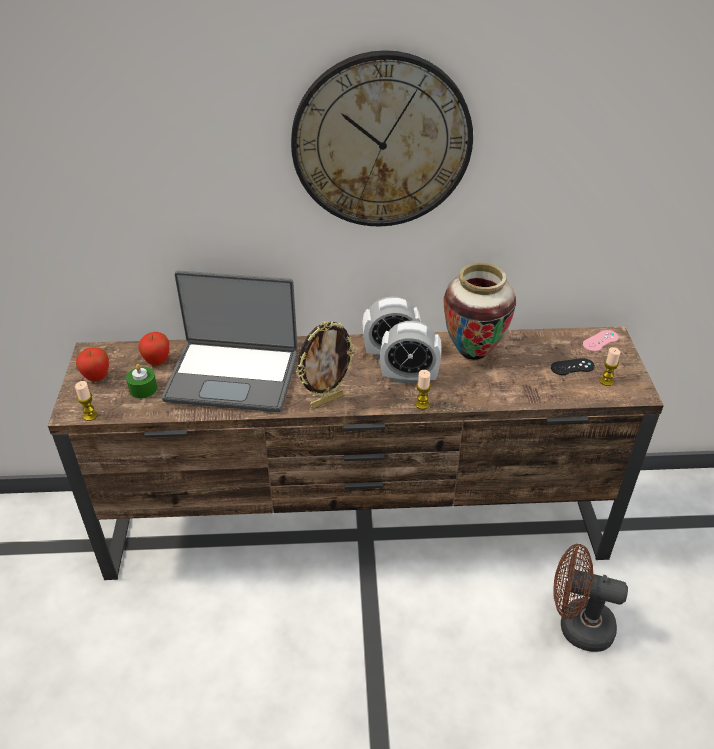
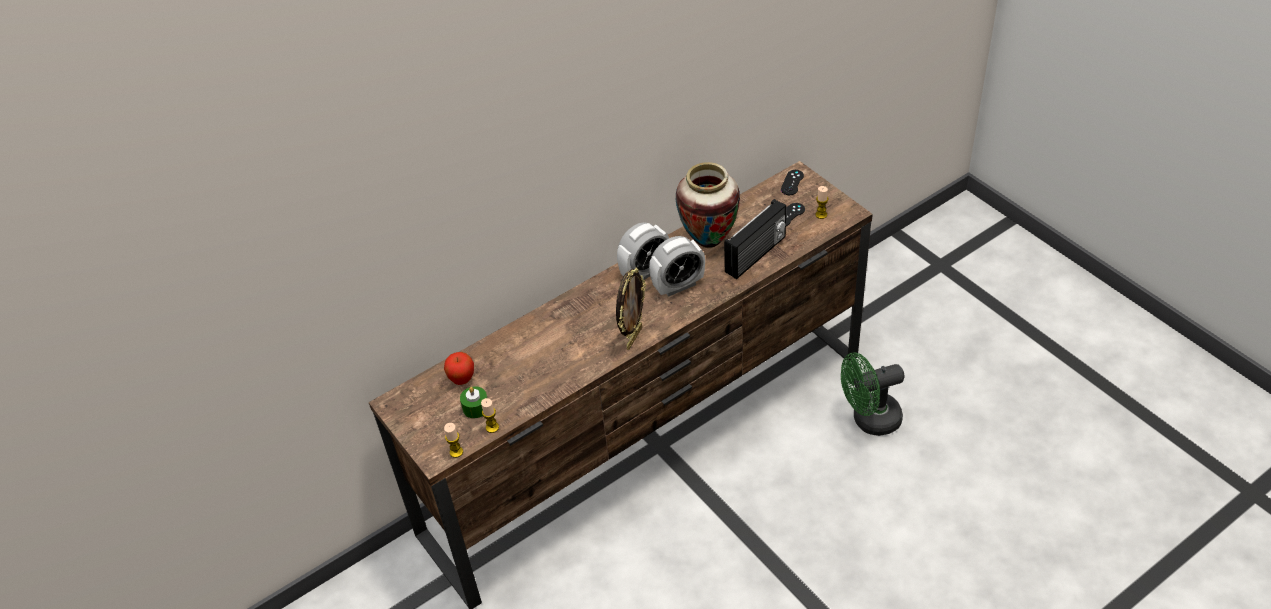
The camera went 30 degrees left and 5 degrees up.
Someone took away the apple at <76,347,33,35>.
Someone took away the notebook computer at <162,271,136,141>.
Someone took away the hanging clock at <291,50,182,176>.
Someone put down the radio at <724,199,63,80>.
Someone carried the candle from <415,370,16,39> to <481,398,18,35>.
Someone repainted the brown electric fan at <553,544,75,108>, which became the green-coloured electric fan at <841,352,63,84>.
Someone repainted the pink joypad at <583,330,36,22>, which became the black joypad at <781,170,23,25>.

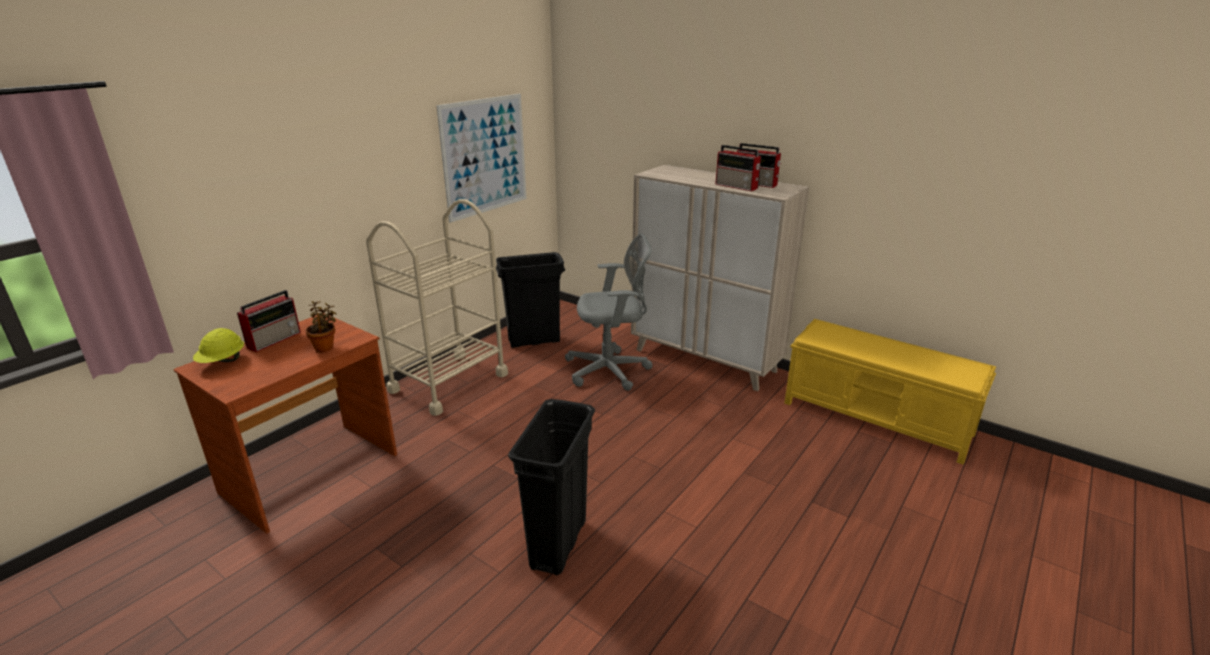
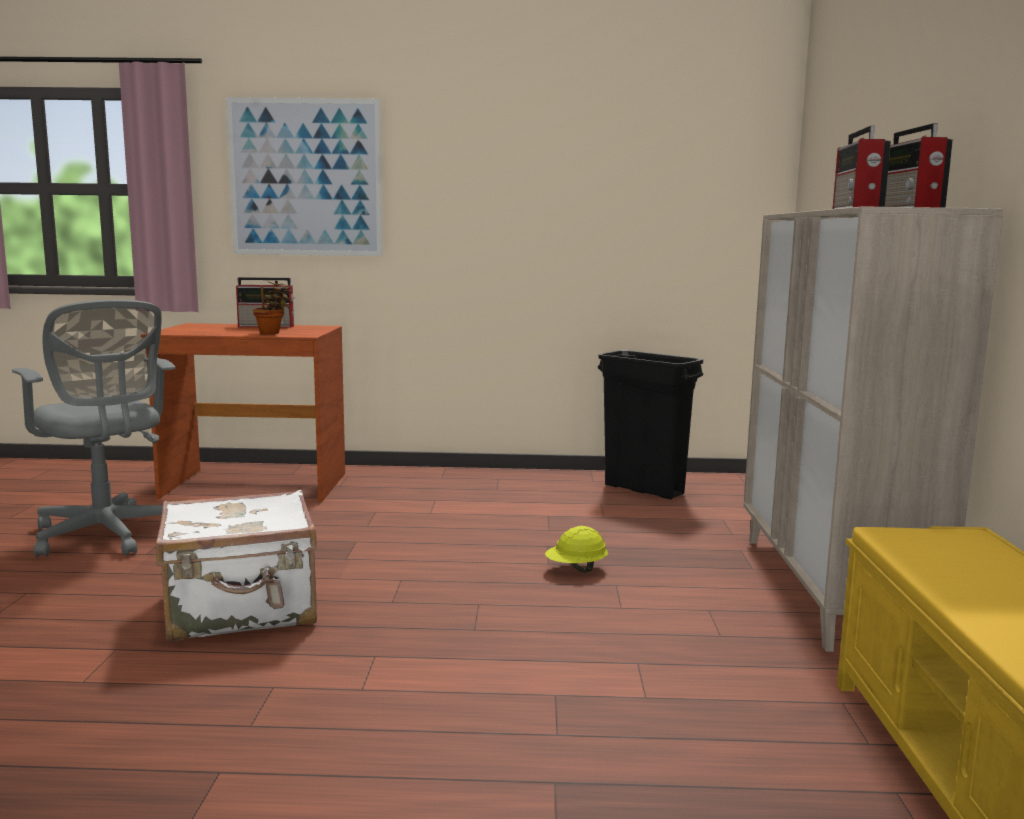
The camera went 55 degrees right and 15 degrees down.
Someone took away the sand-coloured trolley at <366,199,142,217>.
Someone carried the yellow-coloured work helmet from <193,328,51,35> to <545,526,63,46>.
Someone carried the wall picture from <436,94,90,129> to <226,97,156,159>.
Someone carried the grey computer chair from <565,233,88,158> to <12,300,163,257>.
Someone swapped the black trash can at <508,399,87,176> for the white travel case at <156,490,161,151>.

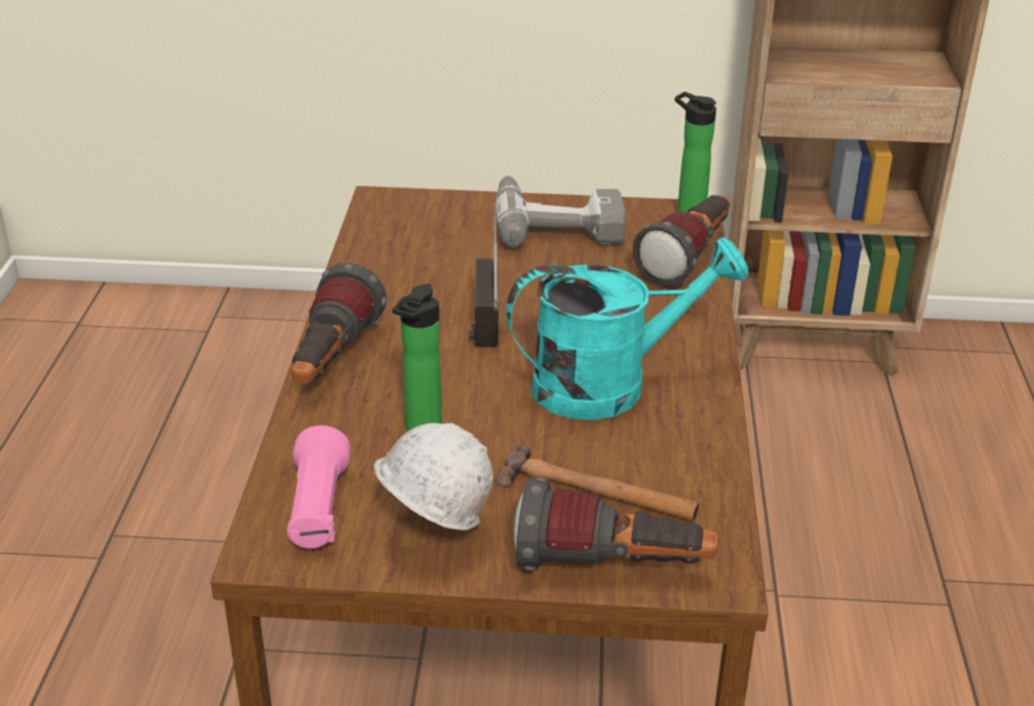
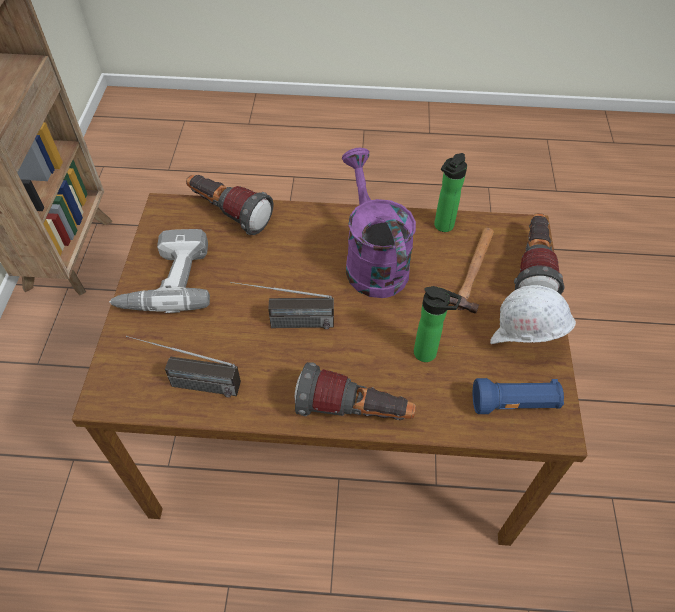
The camera went 90 degrees left and 20 degrees up.
Someone put down the radio at <126,335,115,63>.
Someone carried the drink bottle from <675,92,41,120> to <434,153,33,79>.
Someone repainted the pink flashlight at <287,425,64,124>, which became the blue flashlight at <473,378,91,36>.
Someone repainted the turquoise watering pot at <506,237,243,183>, which became the purplish watering pot at <342,148,74,150>.

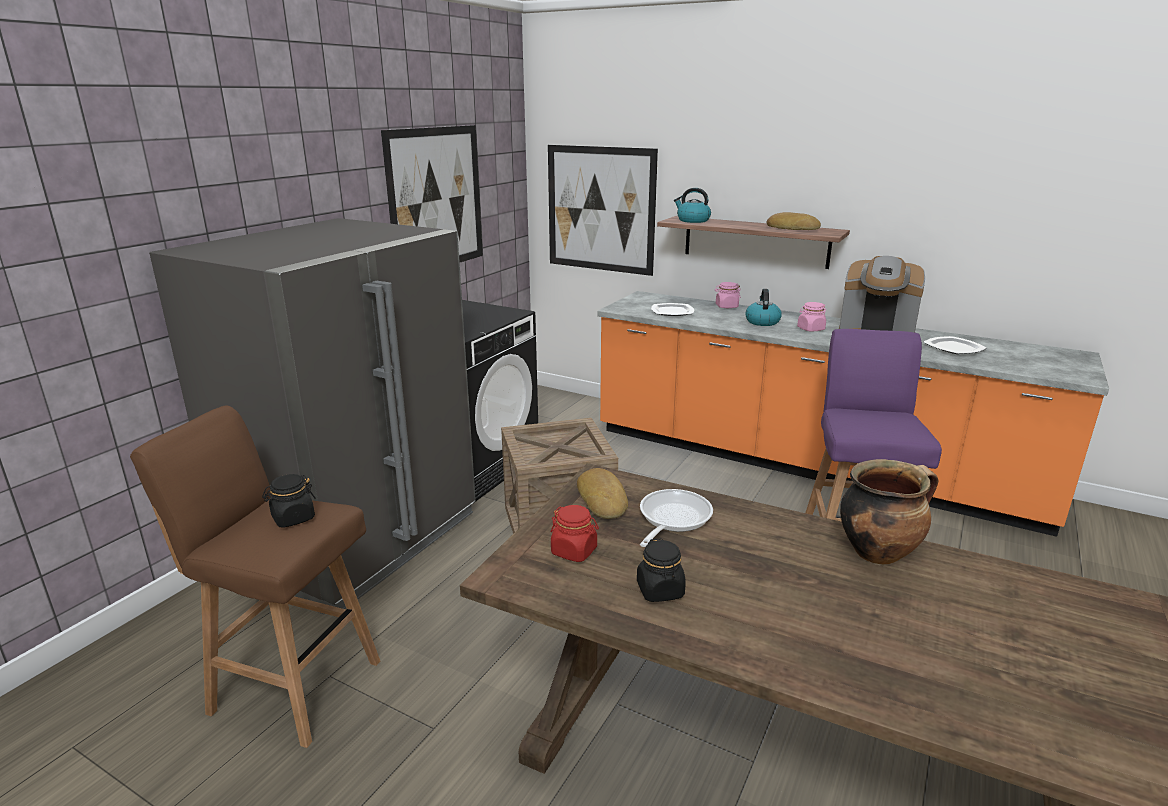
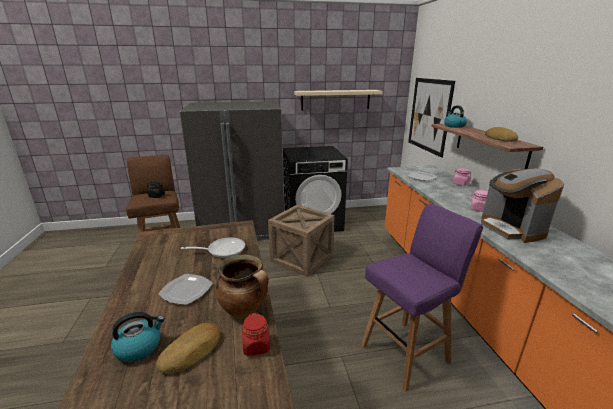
The camera went 50 degrees right and 0 degrees up.
Someone took away the black preserve jar at <637,538,49,64>.
Someone carried the red preserve jar from <551,505,48,57> to <242,313,28,43>.
Someone carried the baked bread from <577,468,51,51> to <156,323,65,51>.
Someone carried the kettle from <745,289,37,37> to <111,312,54,50>.
Someone carried the plate from <924,336,63,18> to <158,274,55,31>.
Someone swapped the wall picture at <381,125,102,137> for the sand-coloured bracket shelf at <294,90,89,20>.

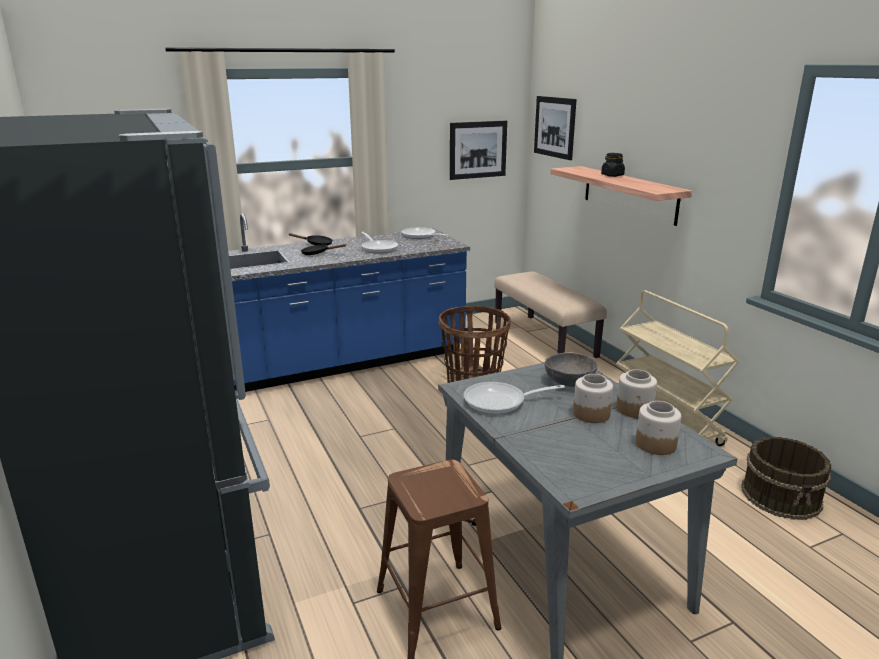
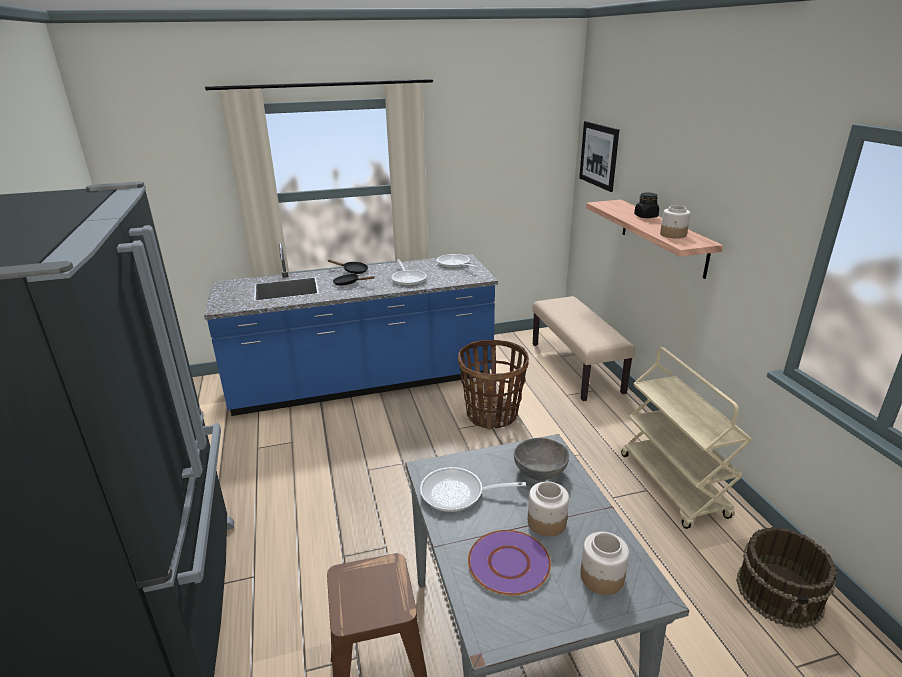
The camera went 10 degrees right and 5 degrees up.
Someone took away the wall picture at <450,121,57,59>.
Someone put down the purplish plate at <468,530,83,66>.
Someone carried the preserve jar from <616,369,41,49> to <660,206,30,33>.

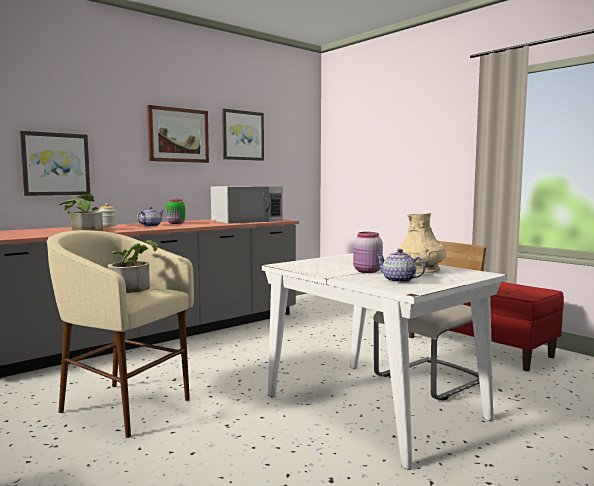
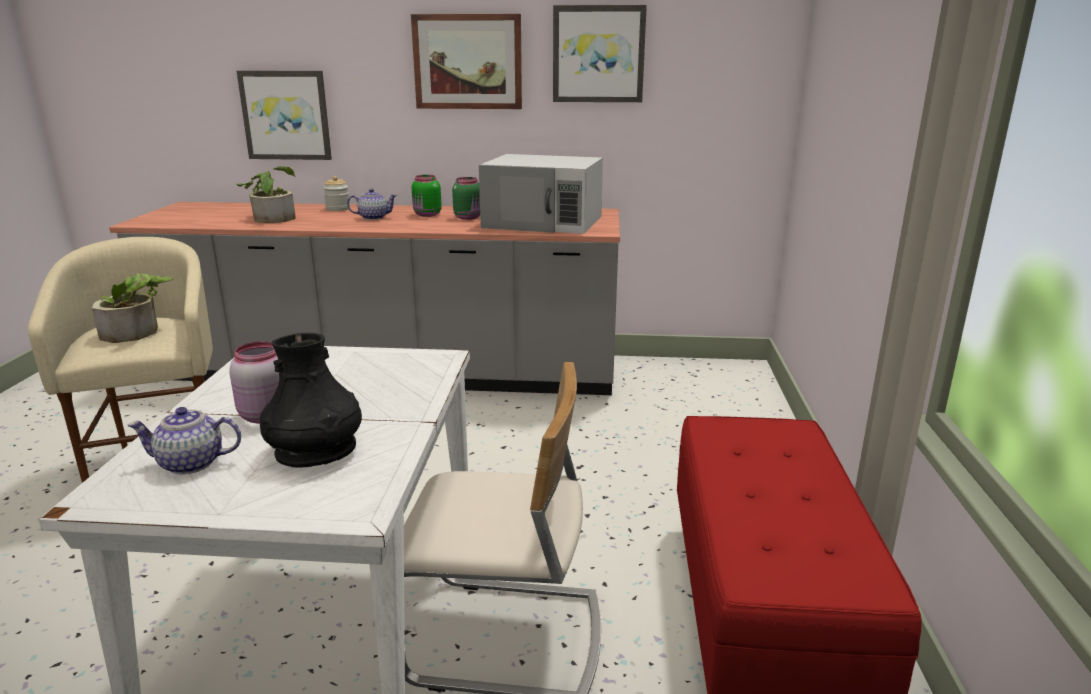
The camera went 45 degrees right and 15 degrees up.
Someone put down the green-coloured preserve jar at <452,177,28,43>.
Someone repainted the sand-coloured decorative vase at <397,213,49,61>, which became the black decorative vase at <260,333,102,135>.
Someone rotated the pot for tea at <376,249,49,34> by 90 degrees counterclockwise.

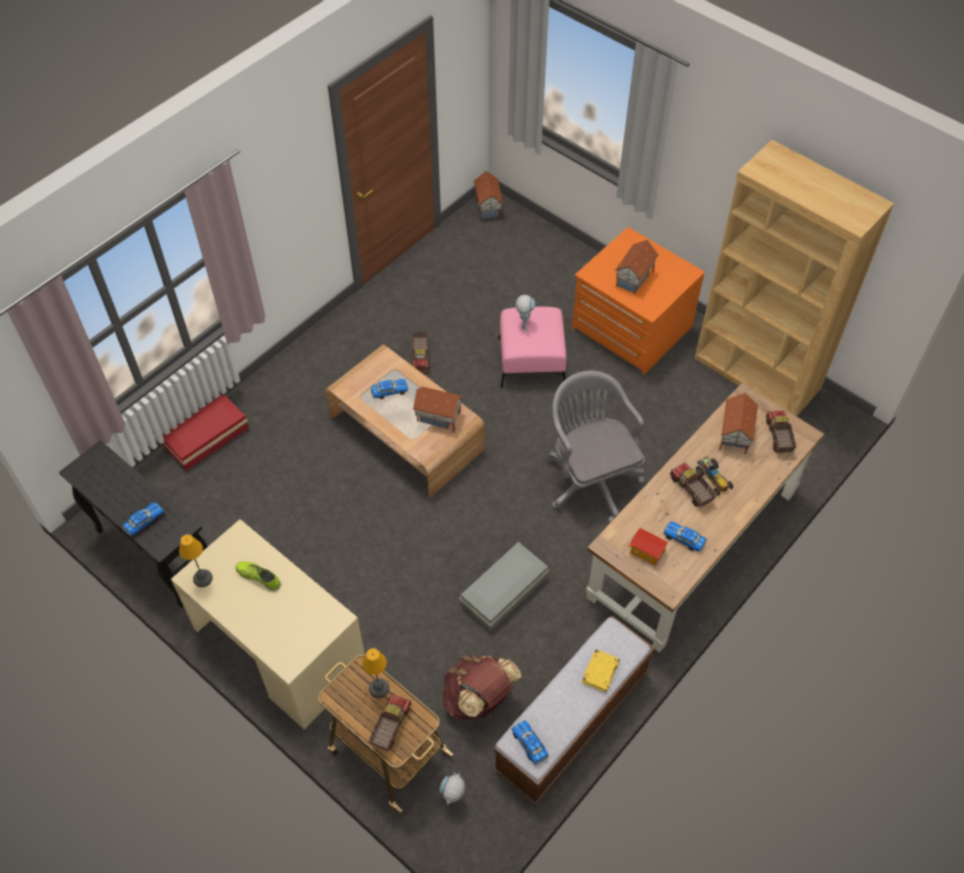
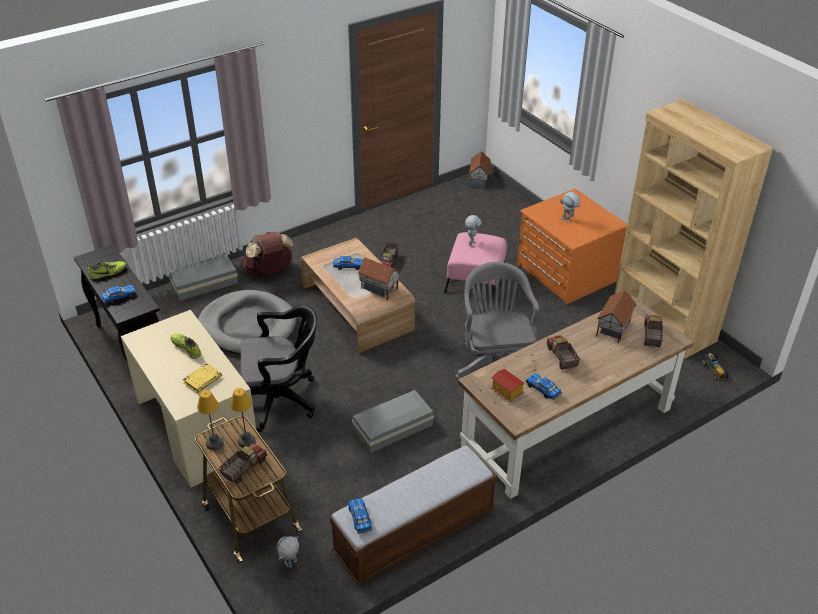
The camera went 15 degrees right and 15 degrees down.
Someone put down the item of footwear at <88,261,38,19>.
Someone put down the grey dog bed at <198,290,99,64>.
Someone put down the black computer chair at <241,305,76,127>.
Someone carried the tabletop lamp from <179,534,34,53> to <197,390,27,60>.
Someone carried the brown knapsack from <443,654,79,66> to <242,231,52,46>.
Someone carried the yellow-coloured bound book from <582,649,38,43> to <183,363,39,30>.
Someone carried the toy car from <696,456,37,40> to <702,353,27,27>.
Someone swapped the miniature house at <615,240,43,55> for the robot figure at <560,192,20,30>.
Someone repainted the red storage bin at <162,394,87,77>, which became the grey storage bin at <169,254,69,47>.

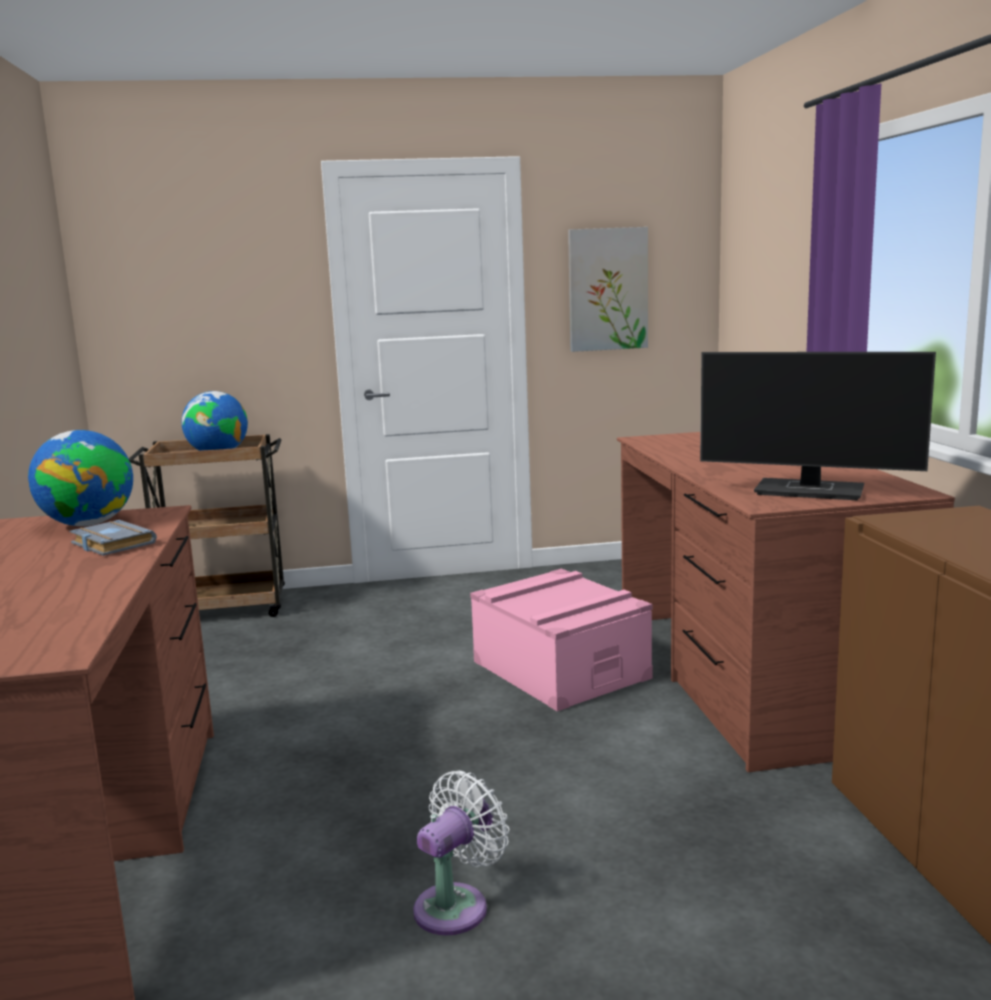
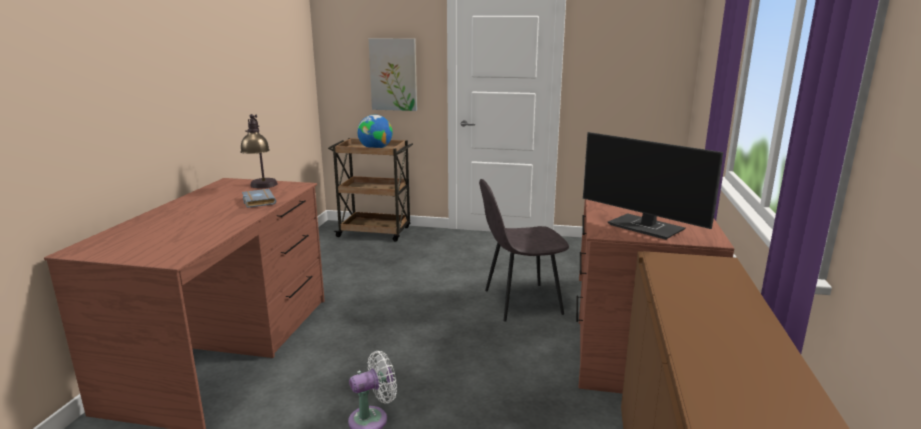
The camera went 20 degrees right and 5 degrees up.
Someone carried the wall picture from <568,227,80,125> to <368,38,49,73>.
Someone swapped the desk globe at <28,430,105,96> for the tabletop lamp at <240,114,38,74>.
Someone swapped the pink storage bin at <470,568,183,143> for the grey plain chair at <479,179,90,142>.

